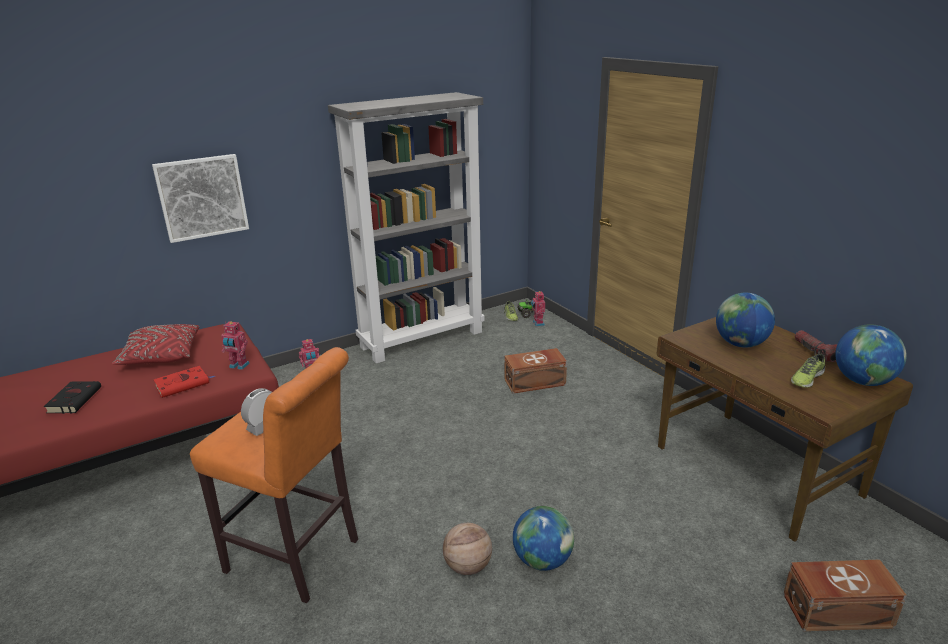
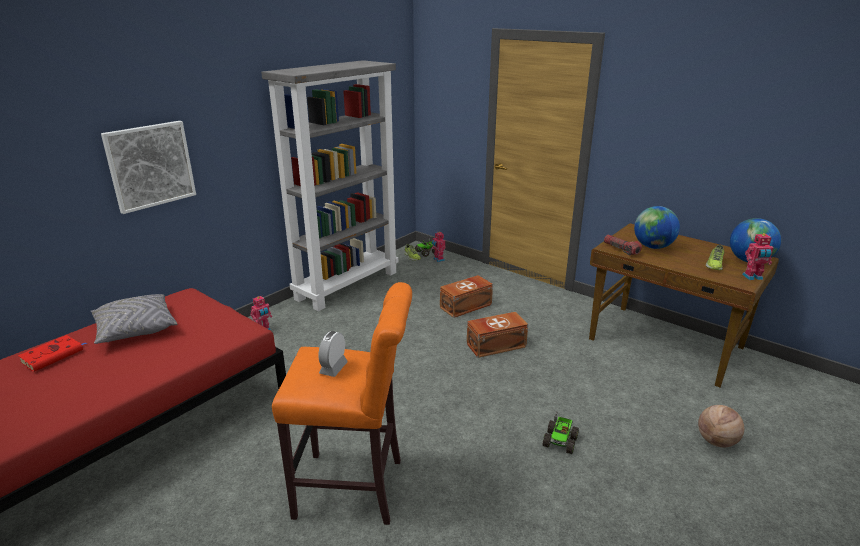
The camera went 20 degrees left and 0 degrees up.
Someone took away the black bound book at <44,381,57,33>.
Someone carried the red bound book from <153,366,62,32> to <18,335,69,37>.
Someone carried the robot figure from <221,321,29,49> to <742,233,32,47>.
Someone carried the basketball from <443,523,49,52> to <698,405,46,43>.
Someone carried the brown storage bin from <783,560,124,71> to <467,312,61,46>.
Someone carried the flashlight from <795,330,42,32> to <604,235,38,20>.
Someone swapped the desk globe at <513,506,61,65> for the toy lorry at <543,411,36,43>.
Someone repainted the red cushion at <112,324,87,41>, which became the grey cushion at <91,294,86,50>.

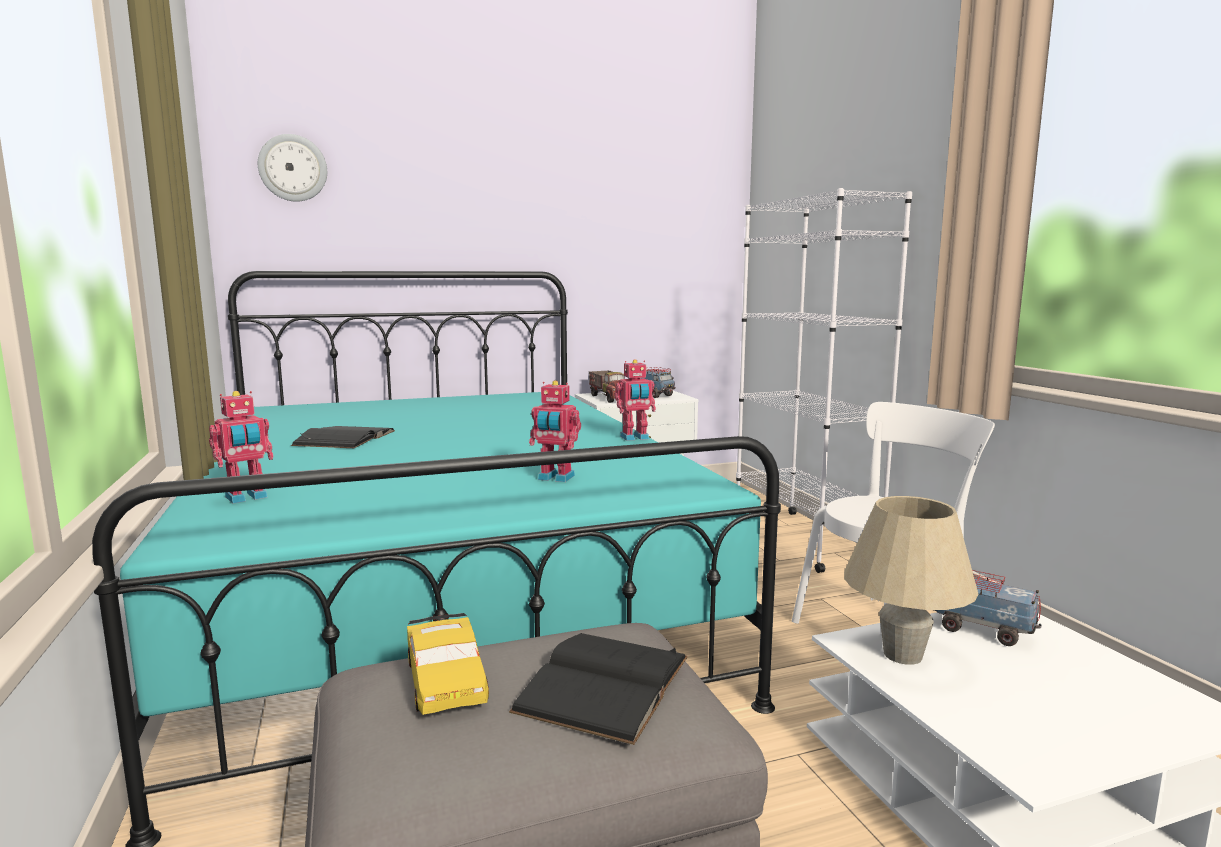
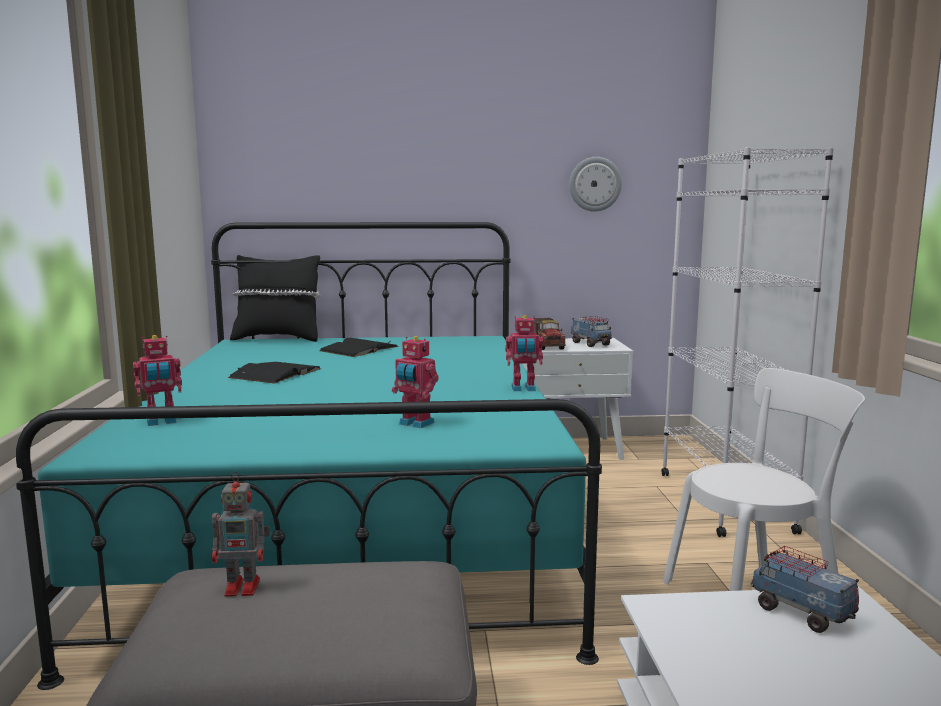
The camera went 15 degrees right and 0 degrees up.
Someone took away the sand-coloured tabletop lamp at <844,496,135,169>.
Someone put down the black cushion at <230,255,90,87>.
Someone carried the hanging clock from <258,134,69,68> to <569,157,53,55>.
Someone carried the black bound book from <509,633,179,112> to <319,338,80,19>.
Someone swapped the yellow-coloured toy car at <407,613,82,102> for the robot figure at <212,471,58,126>.

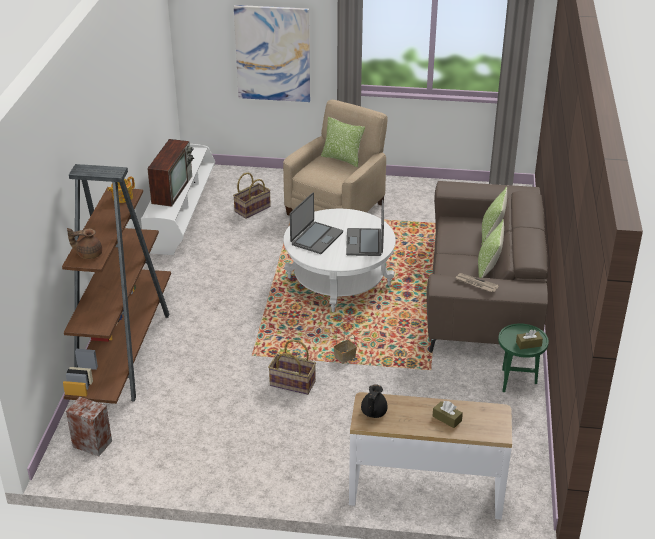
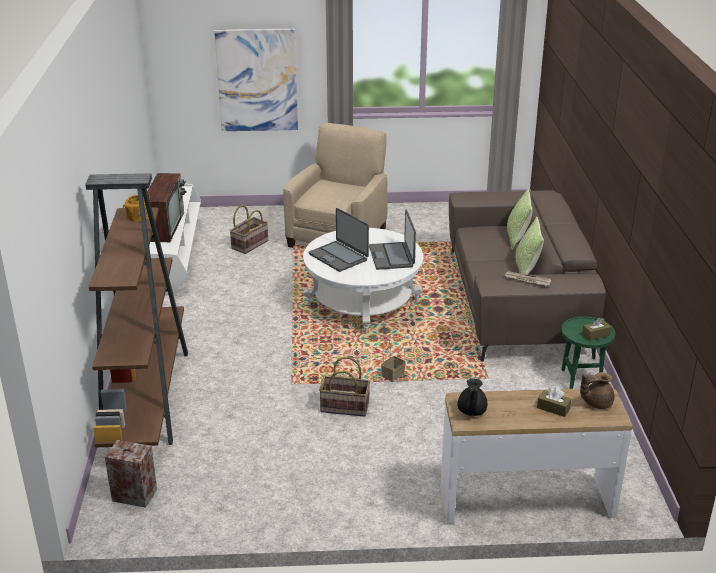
The camera went 10 degrees left and 5 degrees down.
Someone took away the cushion at <321,117,44,50>.
Someone carried the brown pot for tea from <67,228,35,31> to <580,372,34,37>.
Someone rotated the notebook computer at <290,192,53,62> by 120 degrees clockwise.

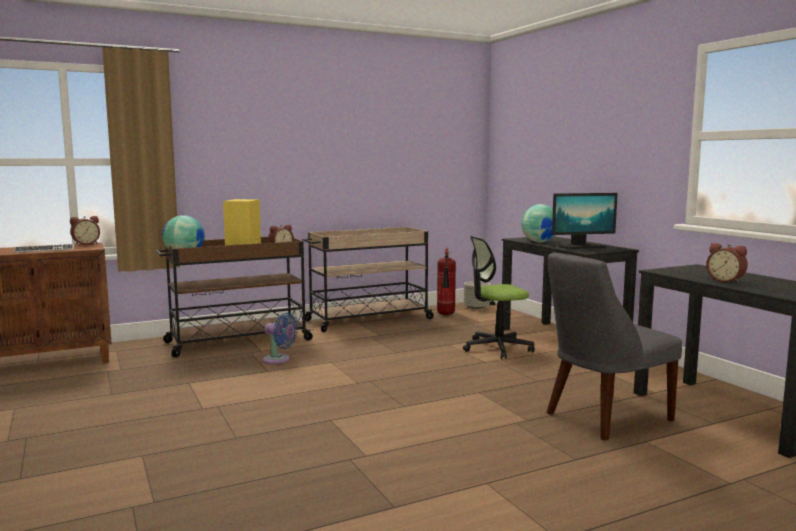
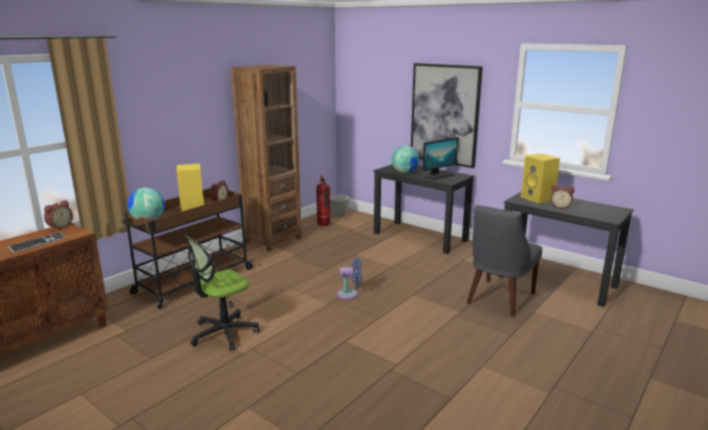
The camera went 25 degrees left and 10 degrees up.
Someone put up the wall picture at <411,63,72,105>.
Someone put down the yellow-coloured speaker at <521,153,39,51>.
Someone carried the blue electric fan from <263,313,35,51> to <337,258,25,42>.
Someone carried the computer chair from <463,236,72,123> to <184,235,76,116>.
Someone swapped the sand-coloured trolley at <303,227,132,105> for the brown shelving unit at <231,65,71,187>.

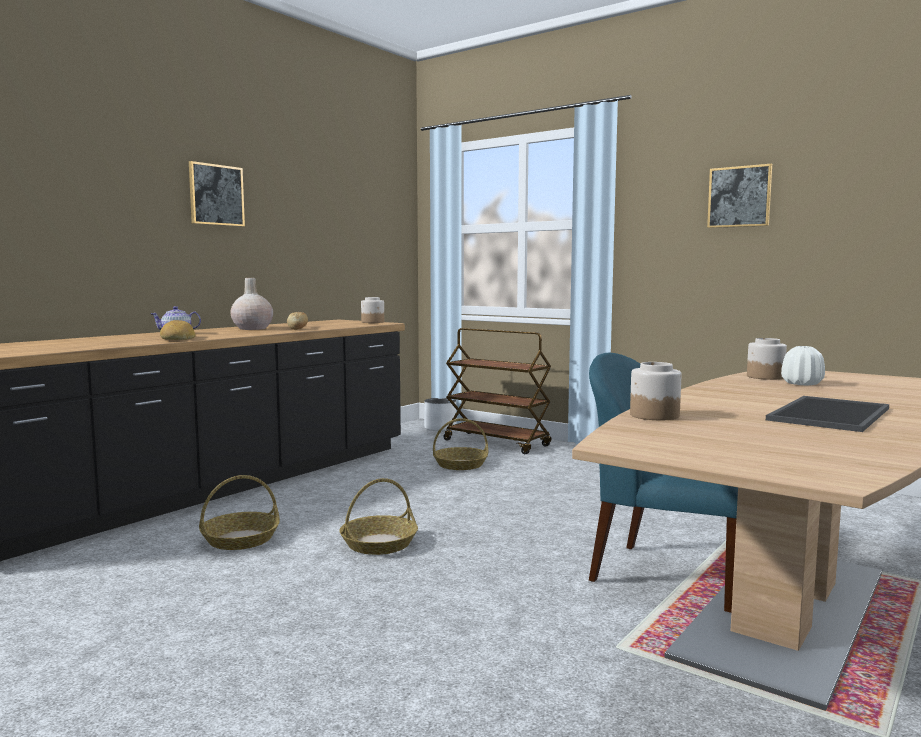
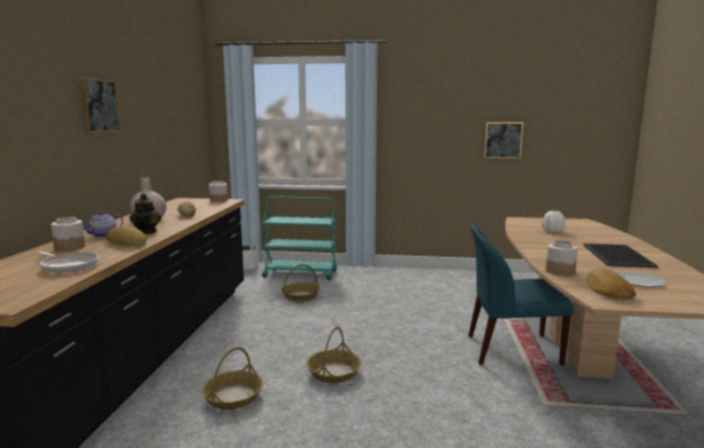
The camera went 30 degrees left and 5 degrees up.
Someone put down the pan at <36,251,63,22>.
Someone put down the pot for tea at <129,193,32,41>.
Someone put down the baked bread at <587,268,49,32>.
Someone put down the plate at <615,271,50,16>.
Someone carried the wall picture from <707,164,65,64> to <484,122,39,36>.
Someone carried the preserve jar from <747,338,40,42> to <51,217,34,34>.
Someone repainted the brown trolley at <444,328,107,126>, which became the turquoise trolley at <262,196,75,84>.

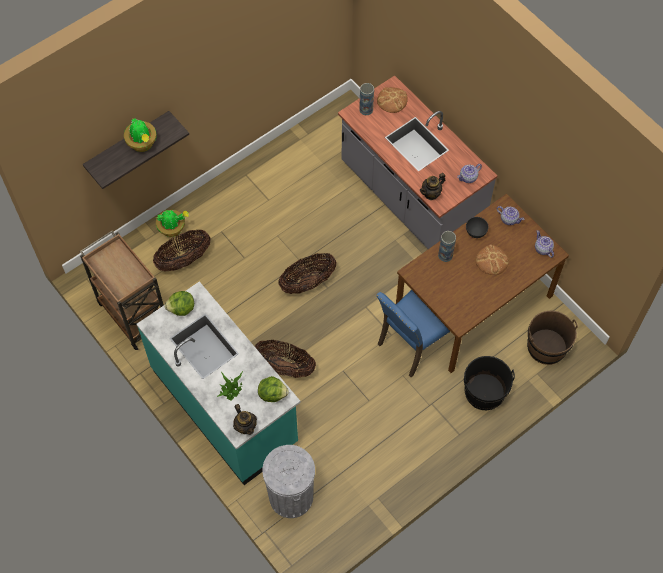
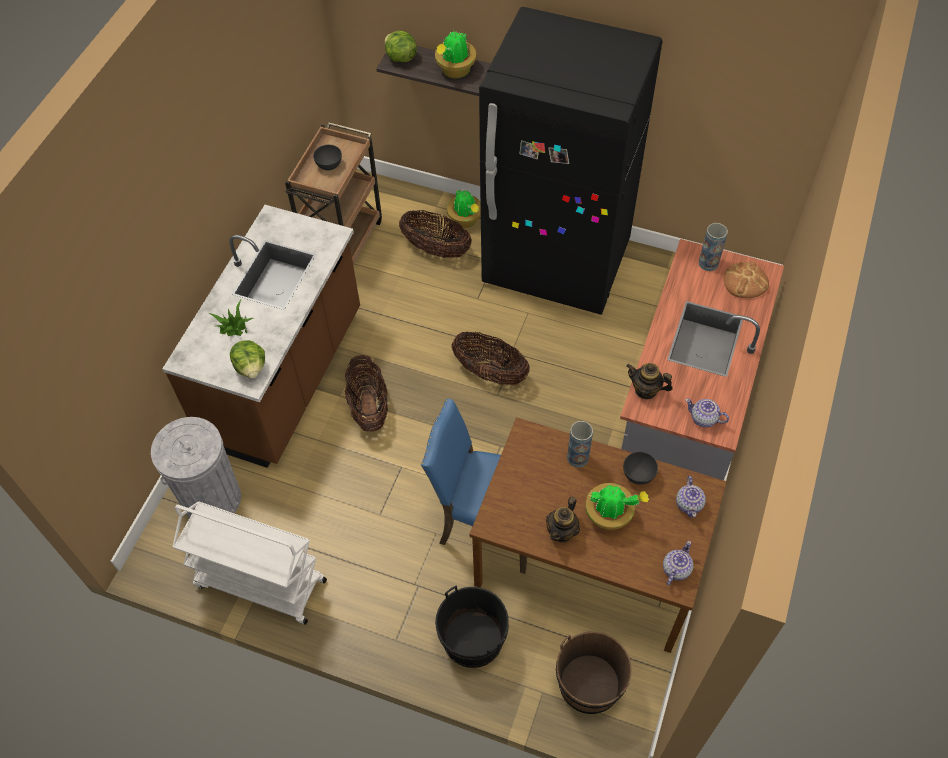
The camera went 60 degrees right and 5 degrees down.
Someone put down the white trolley at <172,502,155,123>.
Someone put down the grey bowl at <313,145,29,25>.
Someone put down the black kitchen fridge at <479,7,184,308>.
Someone carried the head of lettuce from <165,291,29,25> to <385,31,32,31>.
Someone carried the pot for tea from <233,404,24,31> to <546,497,34,45>.
Someone swapped the baked bread at <476,244,33,31> for the potted plant at <585,483,64,47>.
Someone repainted the turquoise counter at <136,281,165,204>, which became the brown counter at <162,205,198,263>.

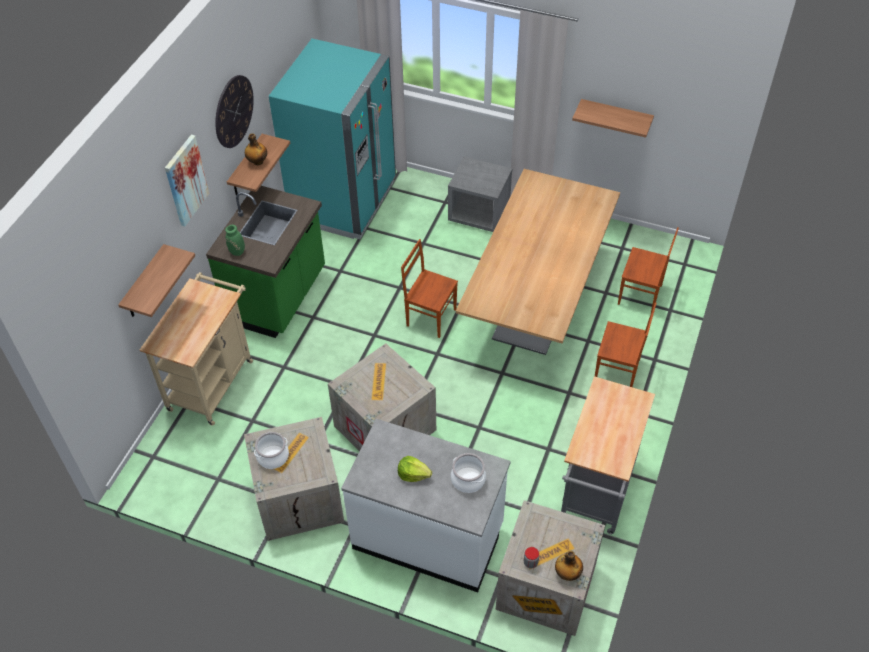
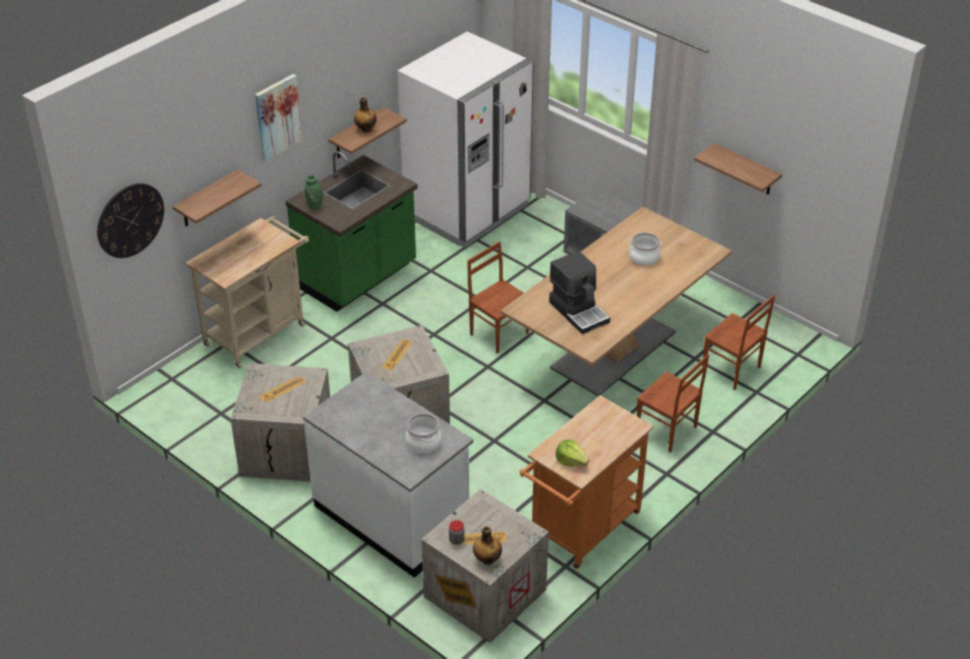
The camera went 20 degrees right and 10 degrees down.
Someone put down the coffee machine at <549,251,61,83>.
Someone carried the hanging clock from <215,75,39,73> to <97,183,67,75>.
Someone carried the stockpot from <254,432,35,37> to <629,232,33,34>.
Someone carried the head of lettuce from <398,456,34,26> to <556,439,33,28>.
Someone repainted the turquoise kitchen fridge at <269,38,127,201>, which became the white kitchen fridge at <398,31,136,217>.
Someone repainted the grey trolley at <561,376,94,159>, which became the orange-coloured trolley at <520,395,133,174>.

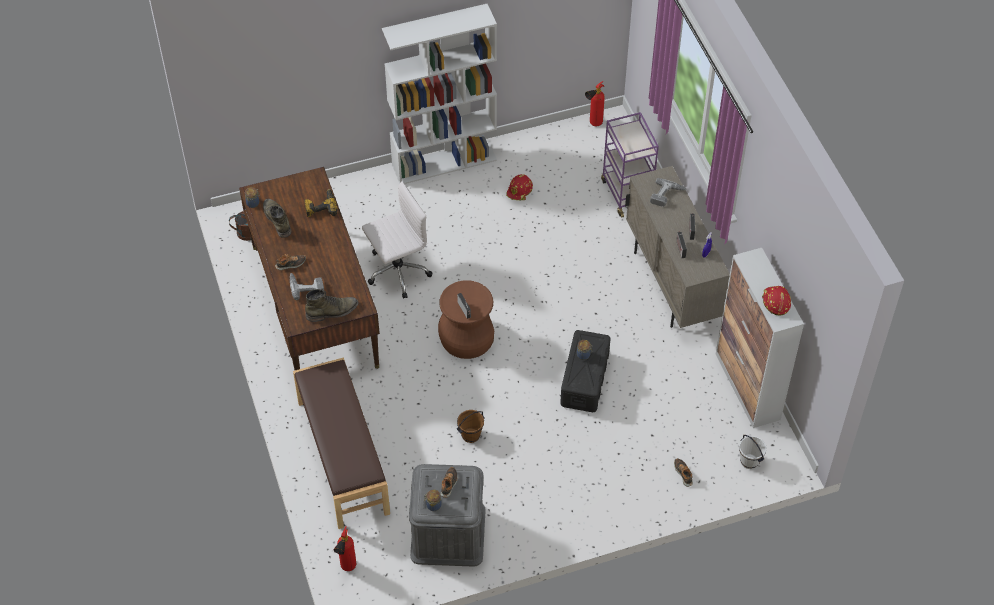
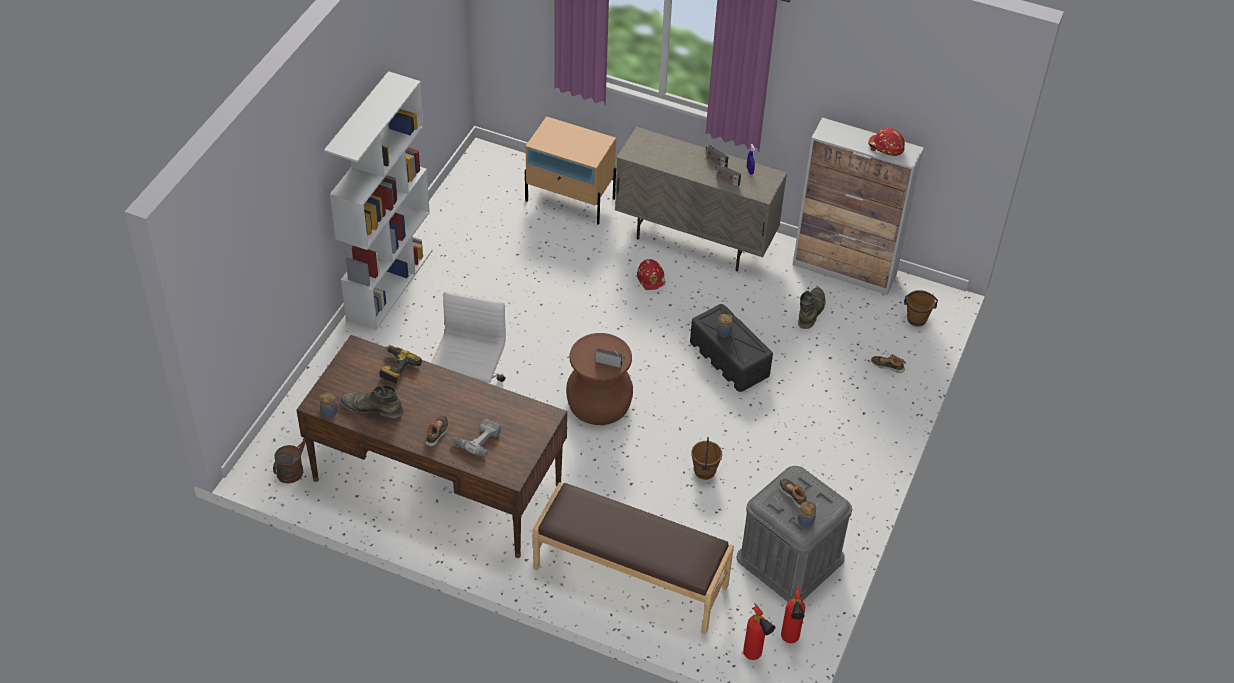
The camera went 50 degrees left and 5 degrees down.
Someone took away the power drill at <650,178,37,29>.
Someone carried the green-coloured tall boot from <305,289,54,33> to <798,287,27,42>.
Someone carried the red work helmet from <506,174,27,26> to <637,259,29,31>.
Someone carried the fire-fighting cylinder from <585,81,20,45> to <781,586,24,57>.
Someone swapped the purplish trolley at <601,112,58,106> for the sand-coloured night table at <525,116,91,109>.
Someone repainted the white pail at <739,435,28,34>, which became the brown pail at <904,290,34,37>.

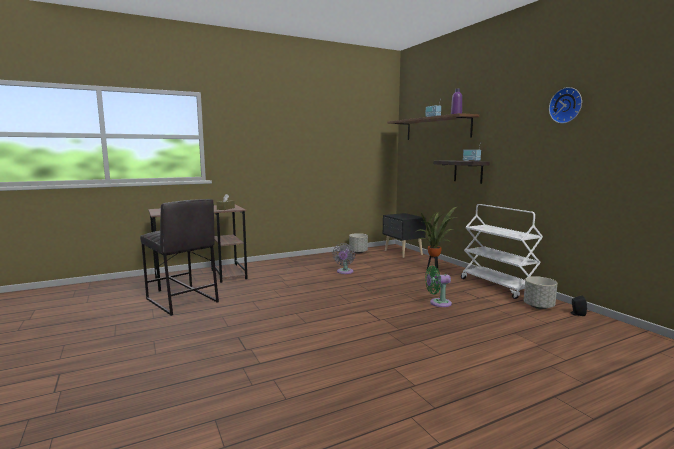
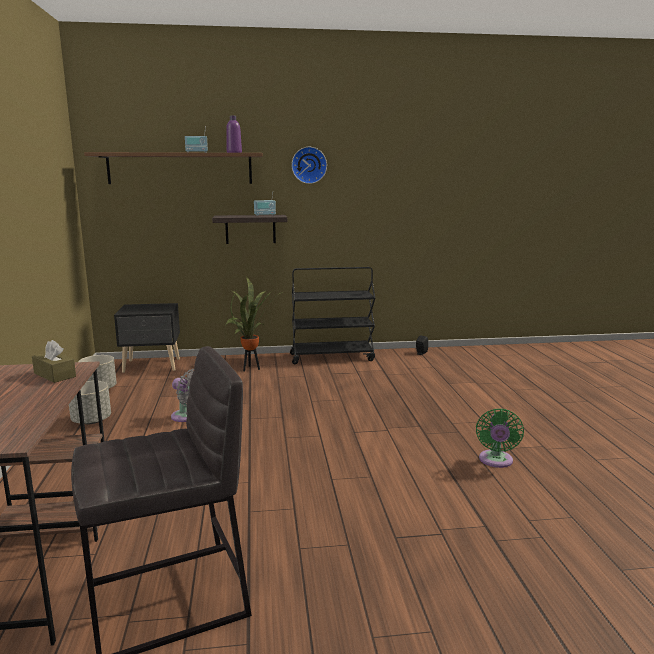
The camera went 70 degrees left and 5 degrees up.
Someone carried the green-coloured electric fan from <425,266,27,41> to <476,408,48,60>.
Someone carried the grey plant pot from <524,276,33,33> to <69,381,42,43>.
Someone carried the hanging clock from <549,87,33,36> to <291,147,36,37>.
Someone repainted the white trolley at <461,204,82,95>, which became the black trolley at <290,267,85,97>.

